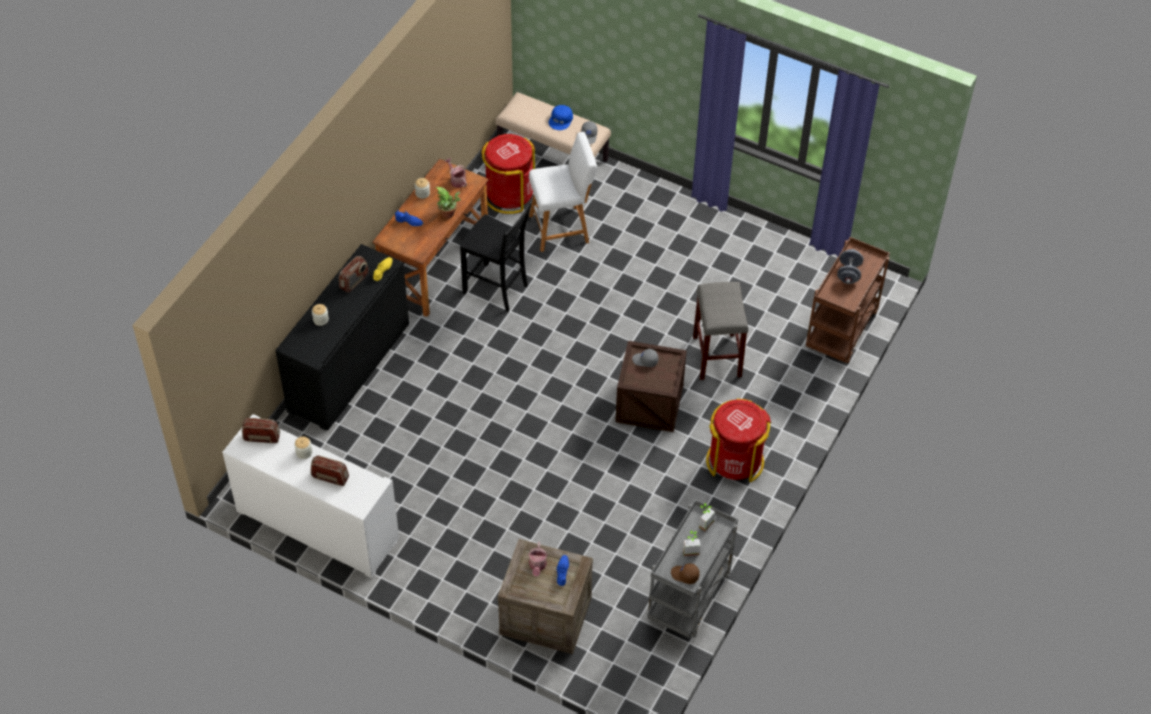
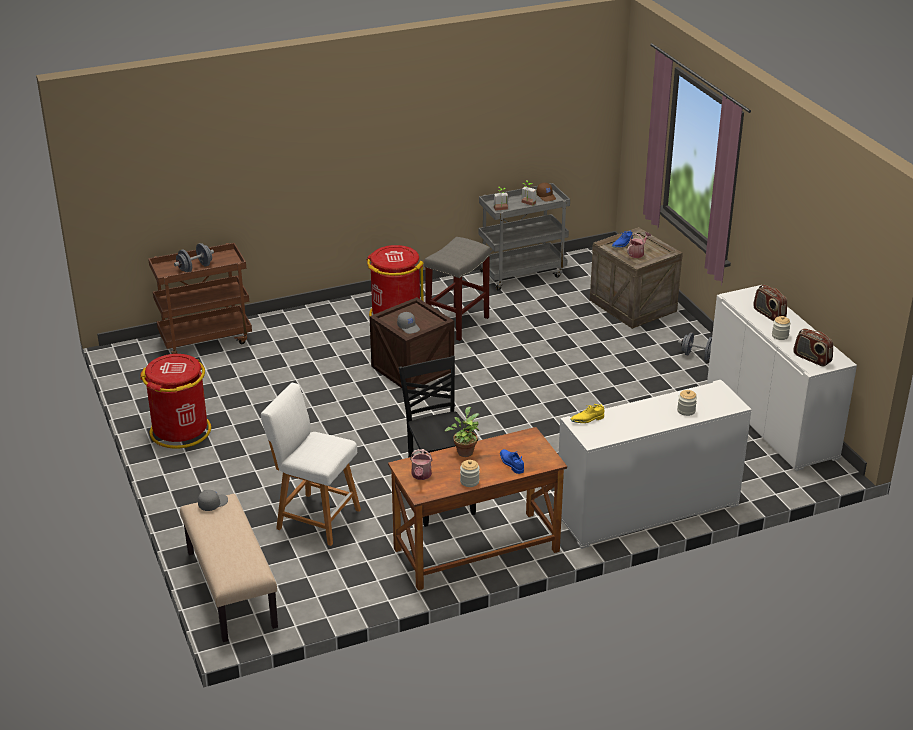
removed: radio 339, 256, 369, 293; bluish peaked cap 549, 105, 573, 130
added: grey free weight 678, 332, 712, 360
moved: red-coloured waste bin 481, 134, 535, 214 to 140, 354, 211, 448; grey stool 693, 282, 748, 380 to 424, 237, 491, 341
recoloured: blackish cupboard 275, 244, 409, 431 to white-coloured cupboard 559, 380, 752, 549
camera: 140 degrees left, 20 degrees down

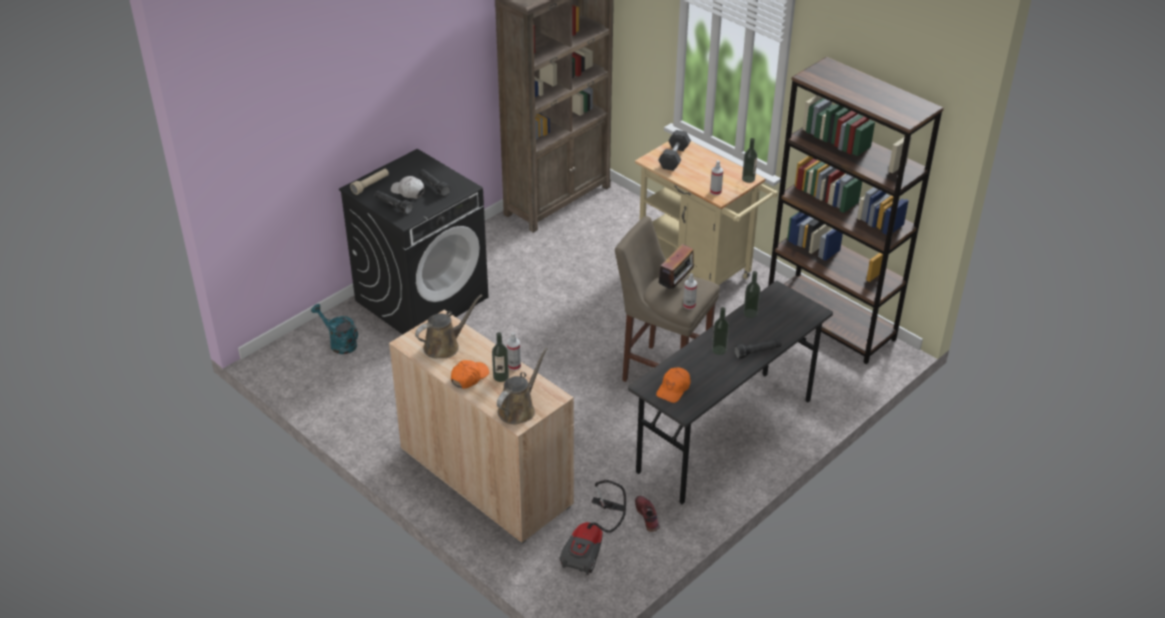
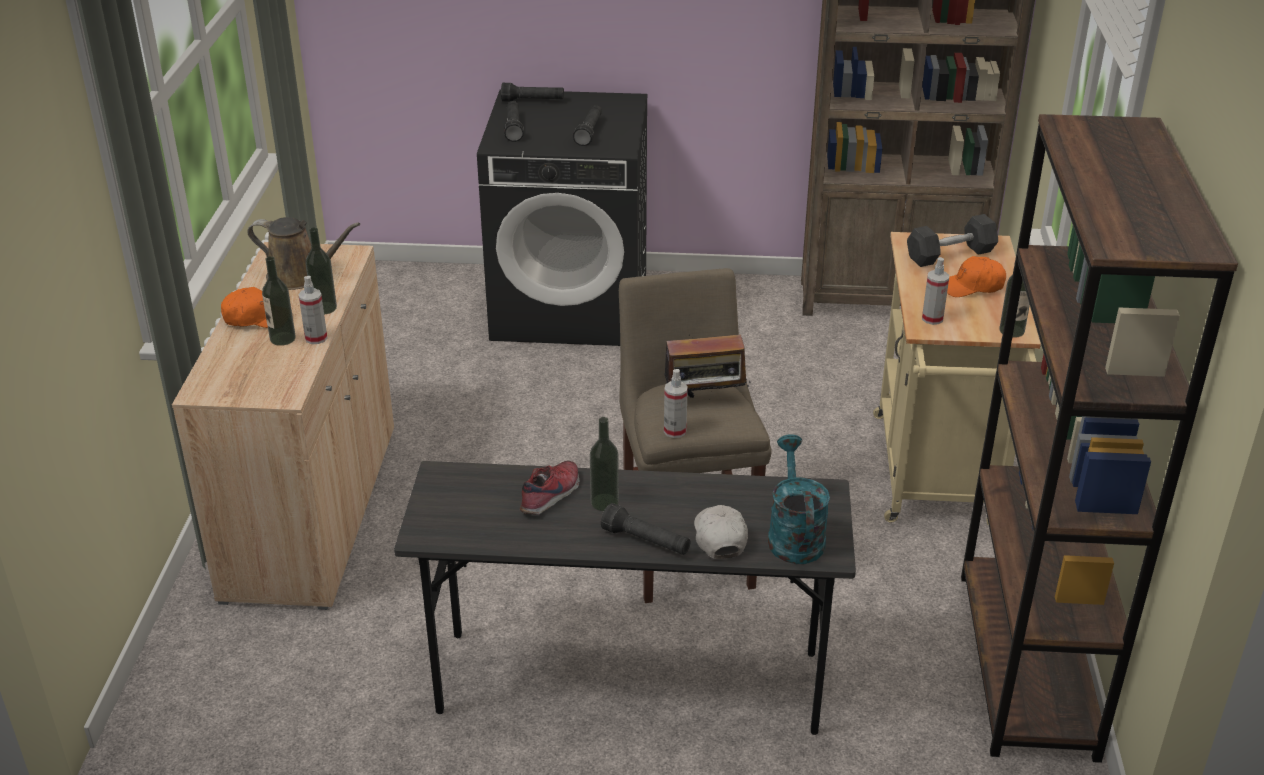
removed: brownish watering can 497, 348, 548, 425; hoover 560, 480, 626, 575
moved: blue-green watering can 311, 304, 358, 354 to 768, 434, 830, 564; white-coloured peaked cap 391, 176, 425, 199 to 694, 505, 748, 559; low shoe 635, 496, 660, 532 to 520, 461, 580, 515; orange-coloured peaked cap 656, 367, 691, 403 to 947, 256, 1006, 297; bottle 743, 271, 760, 318 to 305, 227, 337, 315
recoloured: sand-coloured hand torch 350, 169, 389, 195 to blackish hand torch 501, 83, 564, 102
camera: 50 degrees right, 5 degrees down

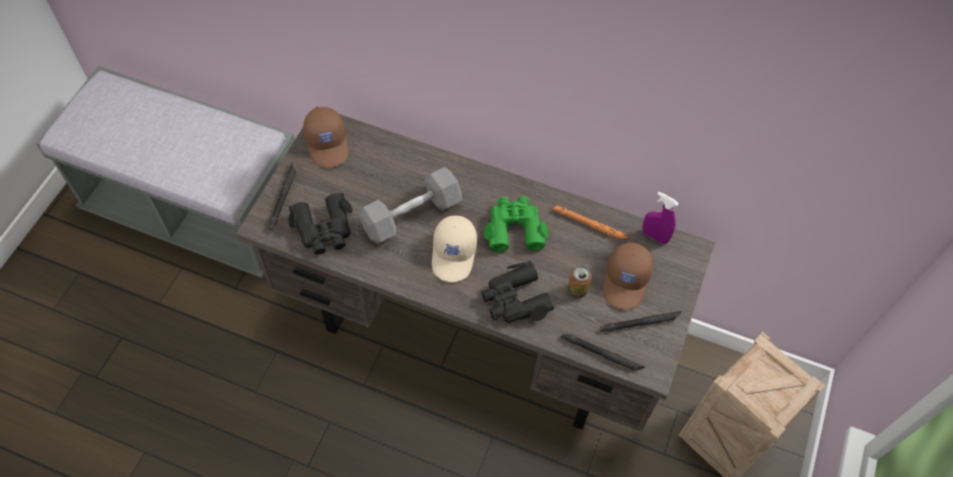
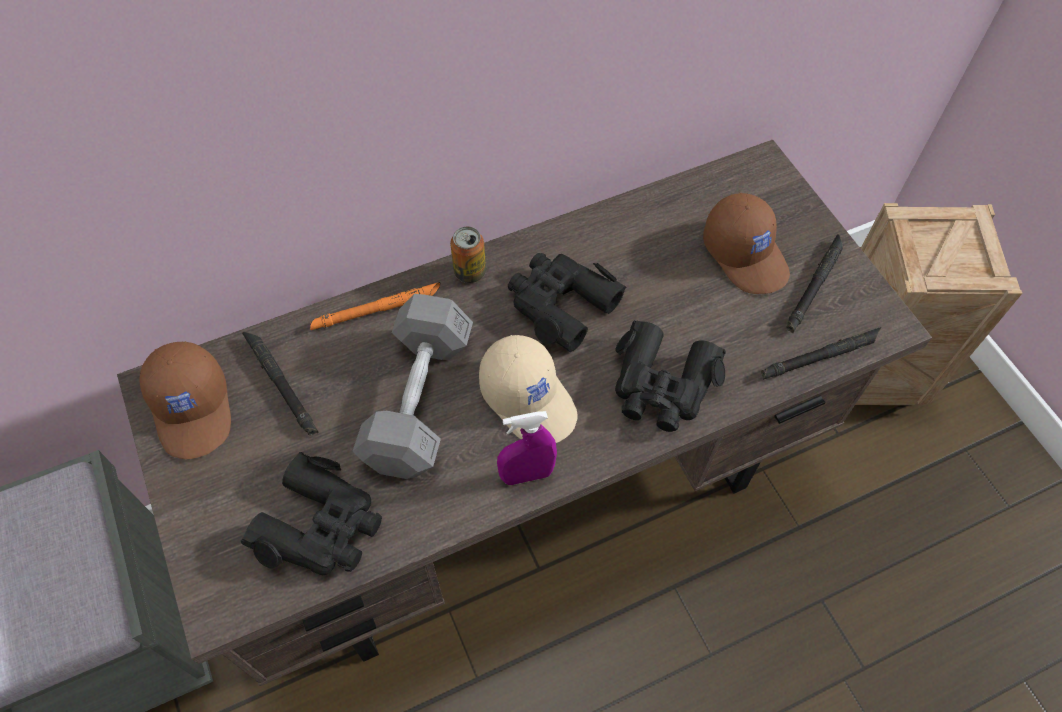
moved: blackish hand torch 268, 163, 296, 231 to 242, 332, 318, 435; orange-coloured hand torch 552, 205, 629, 239 to 310, 282, 440, 330; sealed can 567, 266, 591, 298 to 450, 226, 486, 283; purplish spray bottle 642, 192, 679, 244 to 497, 411, 557, 485
recoloured: greenish field glasses 484, 196, 548, 252 to blackish field glasses 508, 253, 626, 352
turned: brownish peaked cap 303, 107, 348, 168 = 139, 341, 231, 459 45 degrees clockwise
camera: 45 degrees left, 0 degrees up

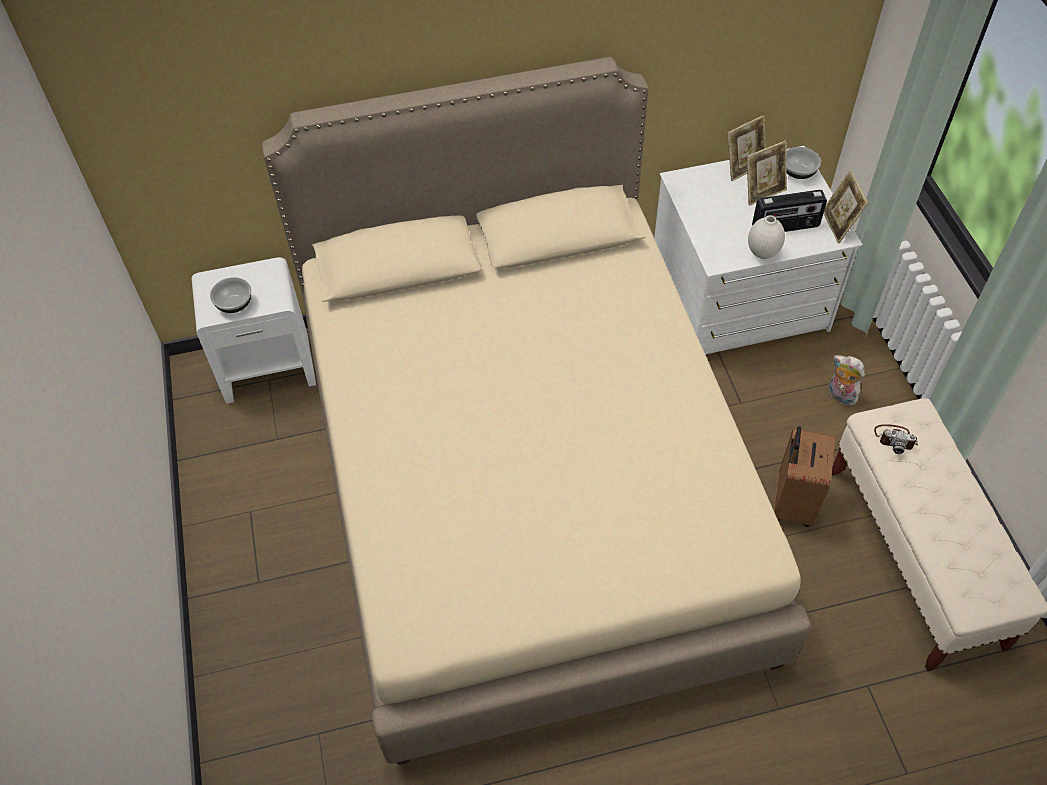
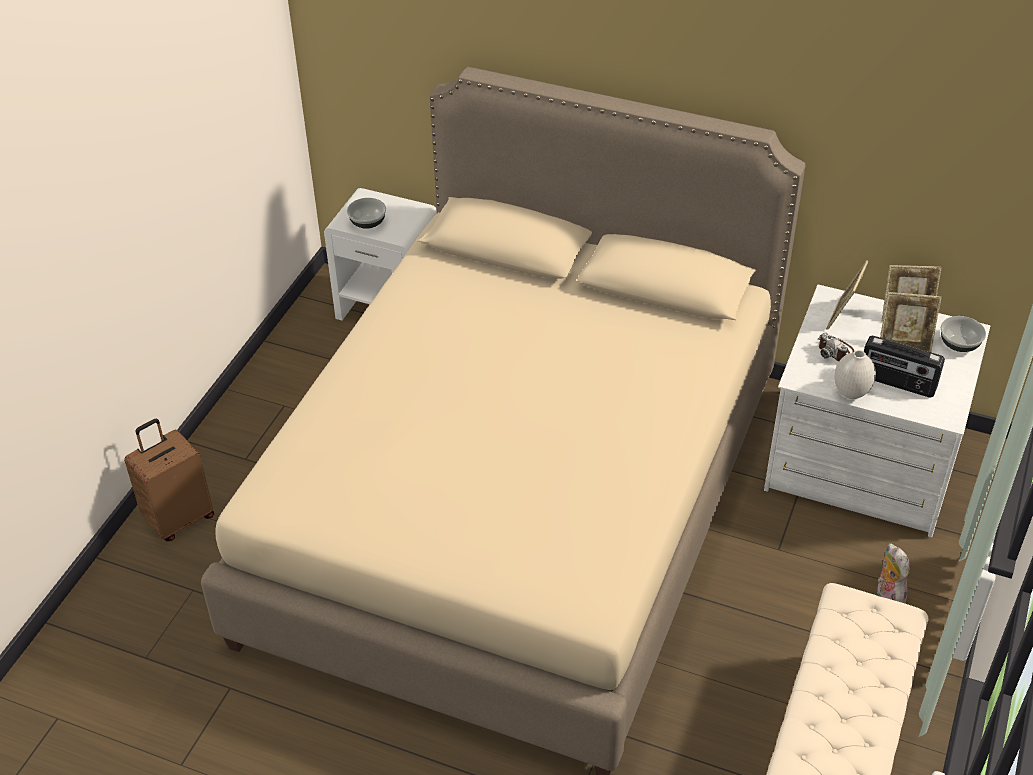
moved: brownish suitcase 774, 427, 835, 527 to 124, 419, 214, 541; photo frame 823, 170, 869, 244 to 826, 260, 868, 330; photo camera 874, 424, 918, 454 to 817, 332, 854, 362
camera: 35 degrees right, 10 degrees down

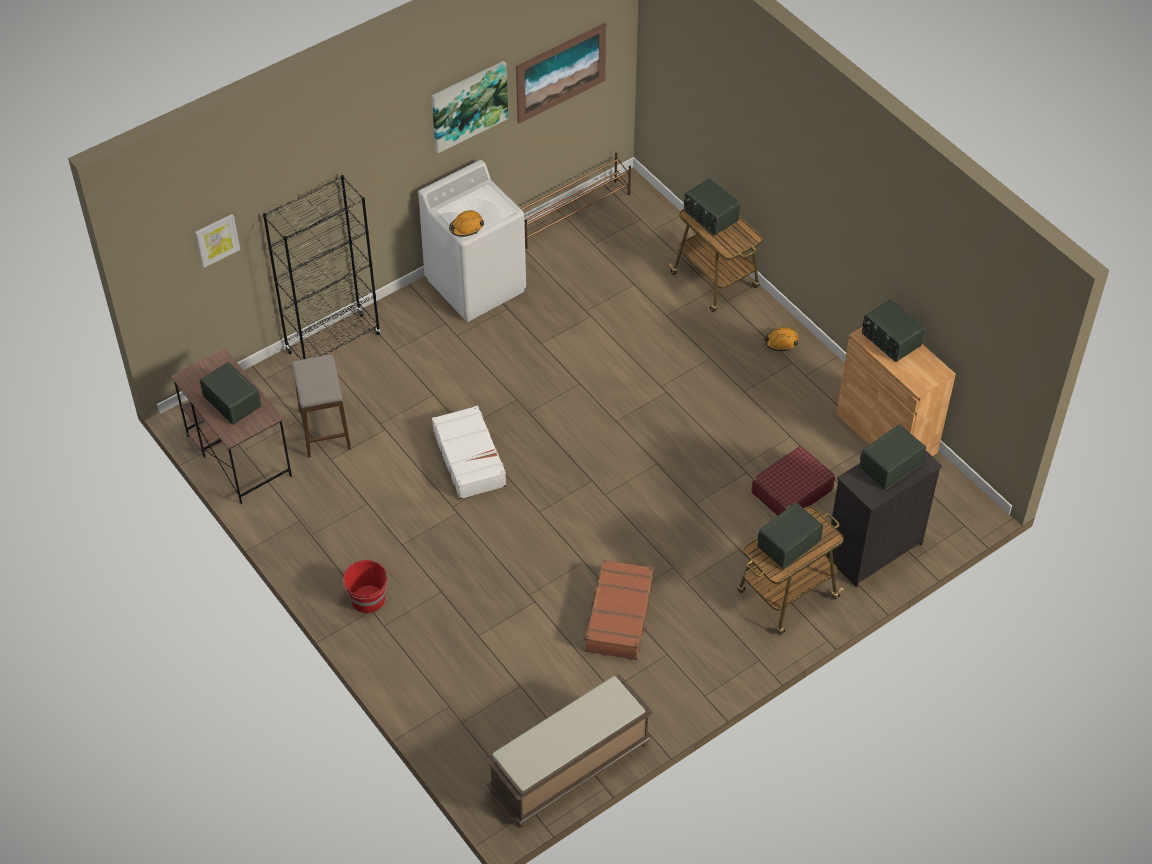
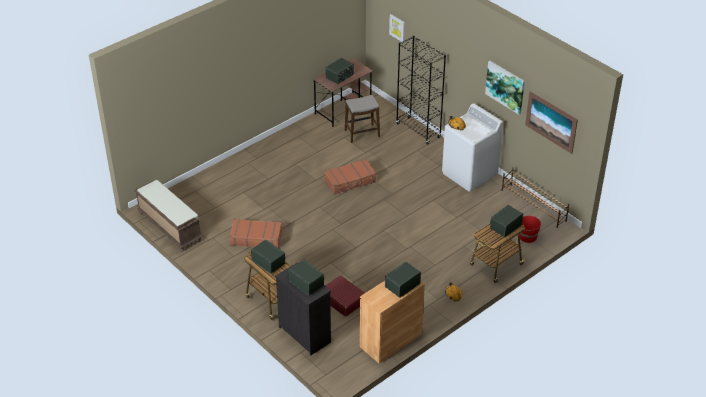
moved: red-coloured pail 342, 560, 388, 613 to 519, 215, 541, 243
recoloured: white-coloured suitcase 432, 405, 507, 499 to brownish suitcase 324, 159, 376, 195
camera: 85 degrees right, 10 degrees down

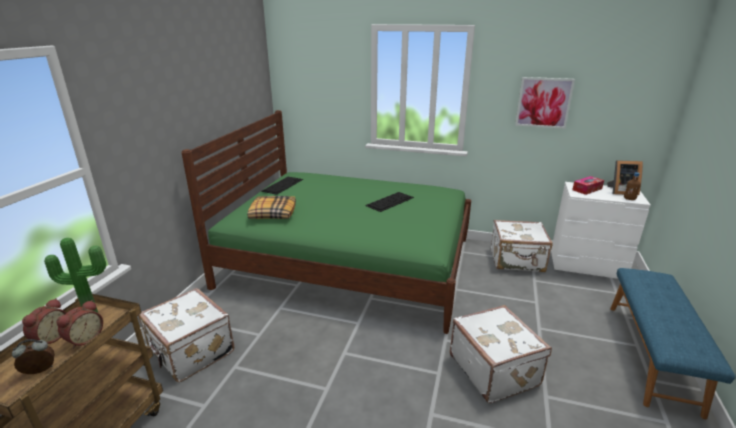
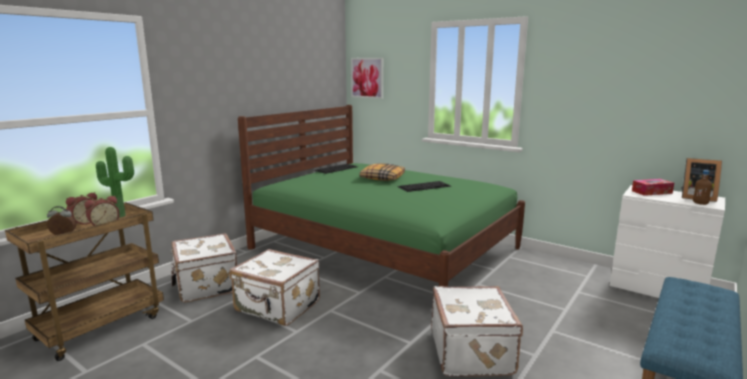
moved: cushion 247, 196, 296, 219 to 360, 163, 405, 181; white-coloured suitcase 491, 220, 553, 272 to 229, 249, 320, 326; wall picture 515, 77, 575, 129 to 351, 58, 383, 99
camera: 20 degrees right, 10 degrees down

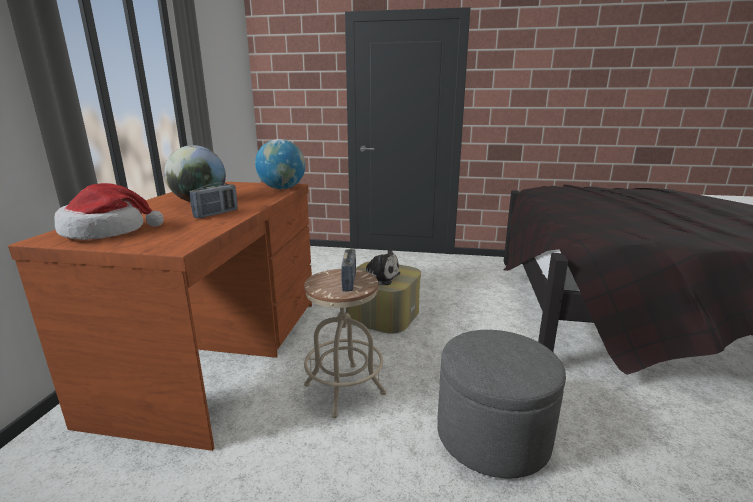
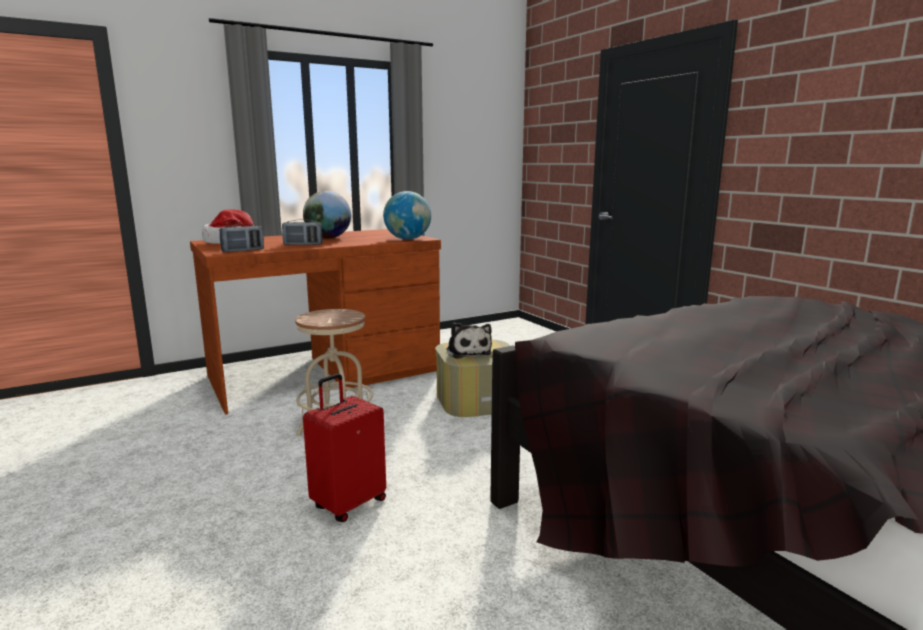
moved: radio 341, 249, 356, 291 to 220, 223, 264, 252
replaced: grey pouffe 437, 330, 566, 479 to red-coloured suitcase 303, 374, 386, 522
camera: 50 degrees right, 5 degrees down

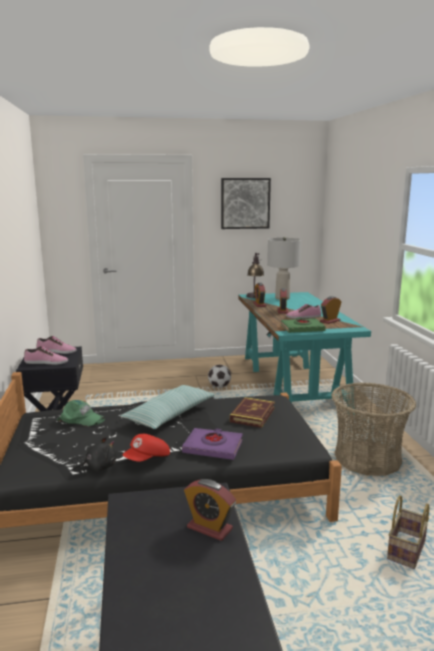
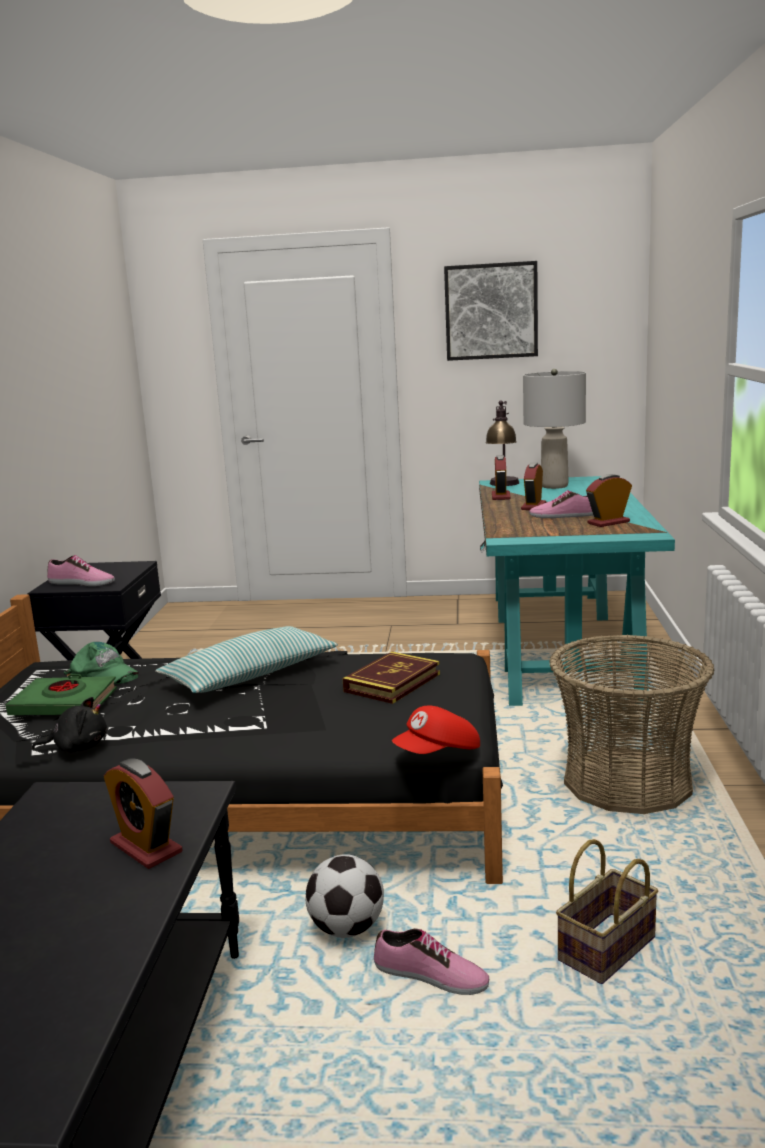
removed: purplish volume 182, 428, 243, 460
moved: low shoe 36, 336, 77, 354 to 374, 928, 489, 995; red-coloured peaked cap 123, 434, 170, 462 to 392, 706, 480, 754; football 208, 365, 231, 388 to 305, 854, 384, 938; greenish volume 281, 318, 326, 333 to 6, 674, 117, 715
camera: 15 degrees right, 0 degrees up

